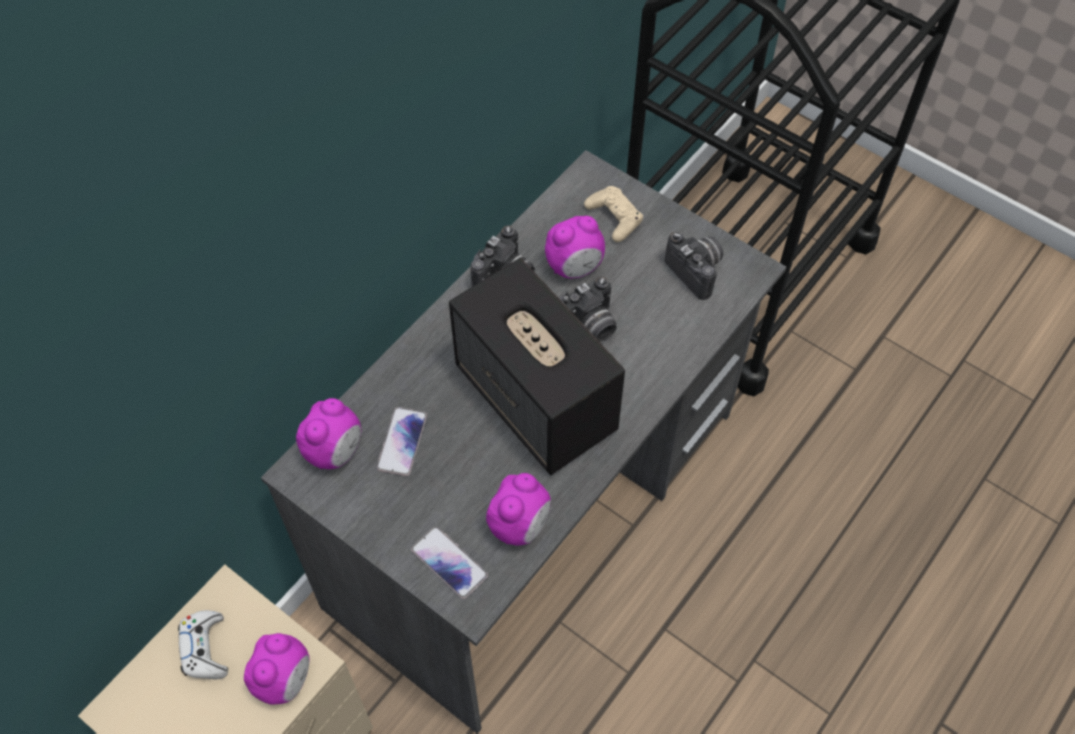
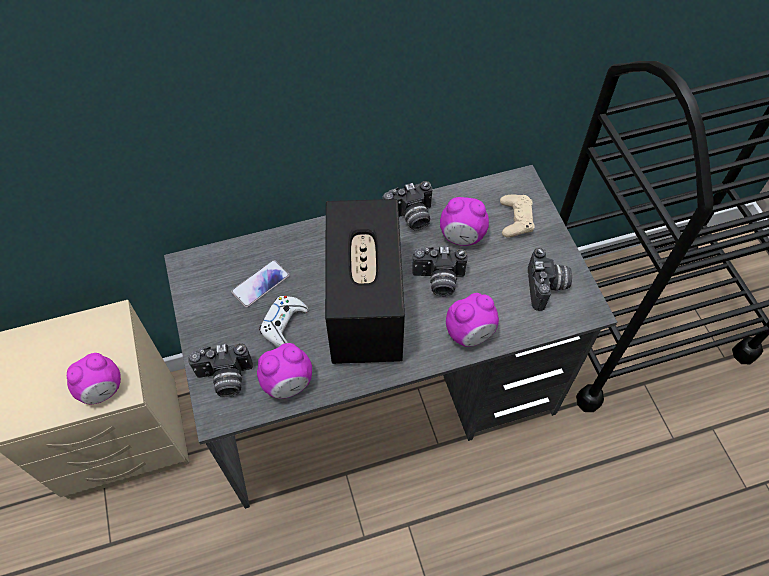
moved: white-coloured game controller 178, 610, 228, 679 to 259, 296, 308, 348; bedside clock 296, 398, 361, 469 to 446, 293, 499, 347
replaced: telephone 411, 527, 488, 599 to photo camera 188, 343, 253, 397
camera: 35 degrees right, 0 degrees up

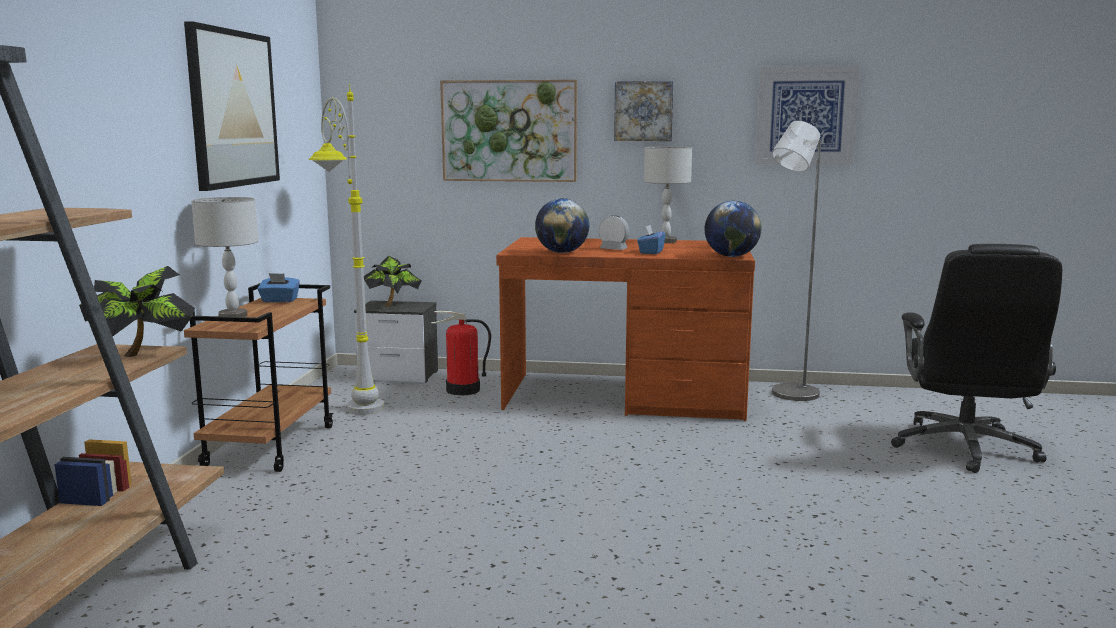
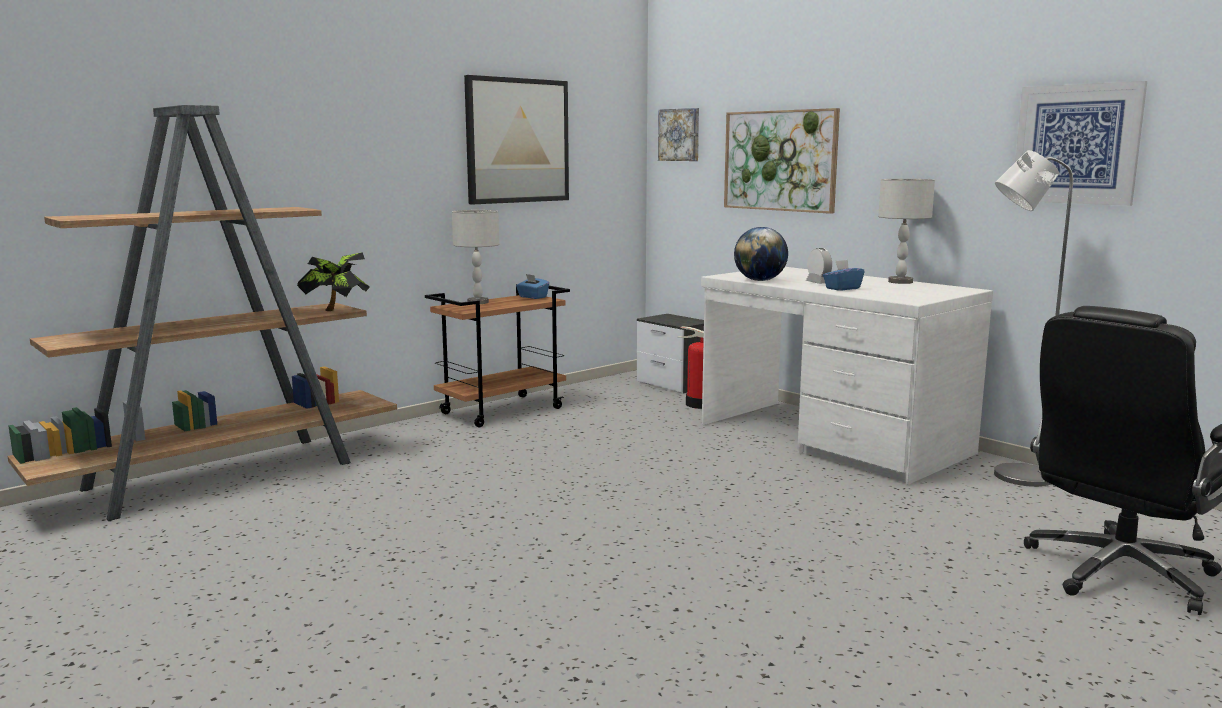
removed: grey standard lamp 309, 84, 384, 415; potted plant 364, 255, 422, 307; desk globe 705, 201, 761, 257
moved: wall picture 614, 81, 673, 141 to 658, 108, 699, 161
recoloured: brownish desk table 496, 237, 755, 421 to white-coloured desk table 701, 267, 993, 485
camera: 40 degrees right, 0 degrees up

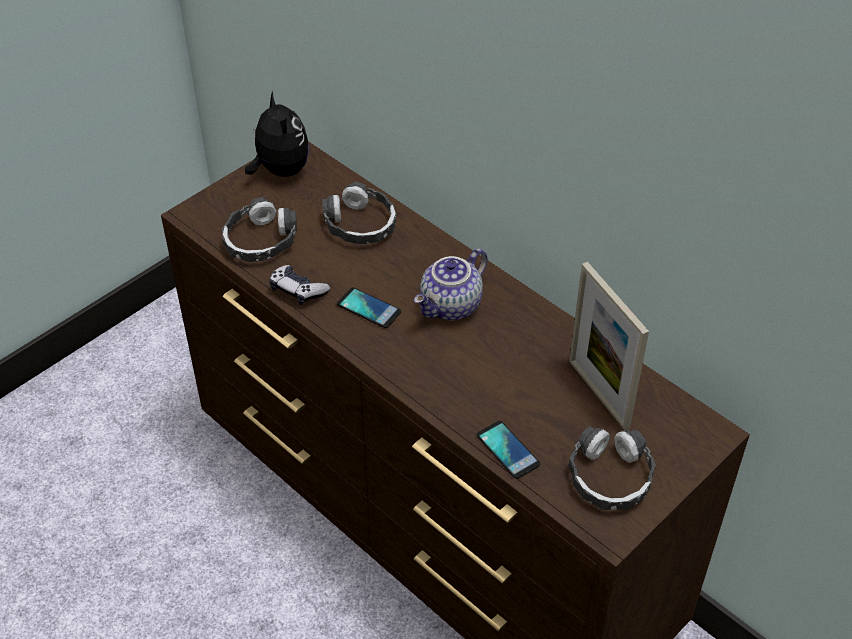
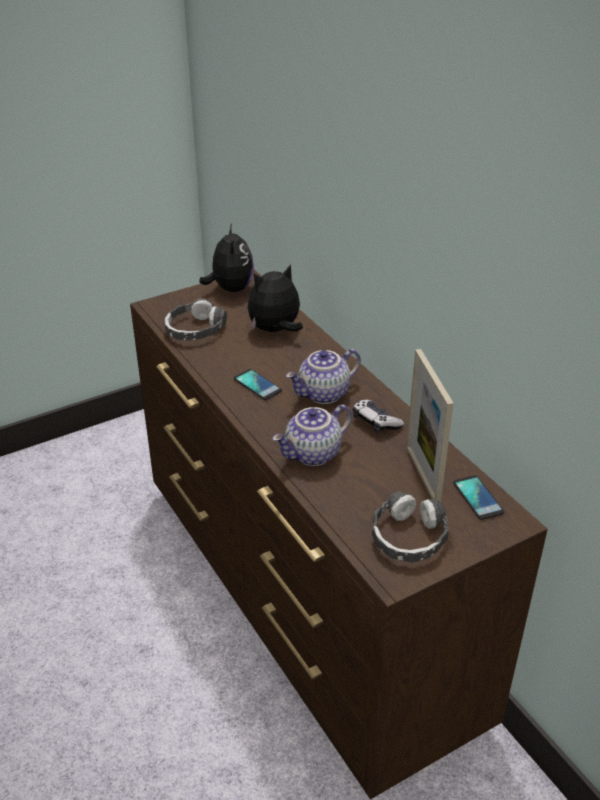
added: teapot 272, 405, 352, 466
moved: game controller 269, 265, 330, 305 to 353, 400, 404, 433; telephone 477, 421, 540, 479 to 453, 475, 504, 520
replaced: pair of headphones 322, 181, 396, 244 to plush toy 248, 264, 303, 332
camera: 15 degrees right, 10 degrees down

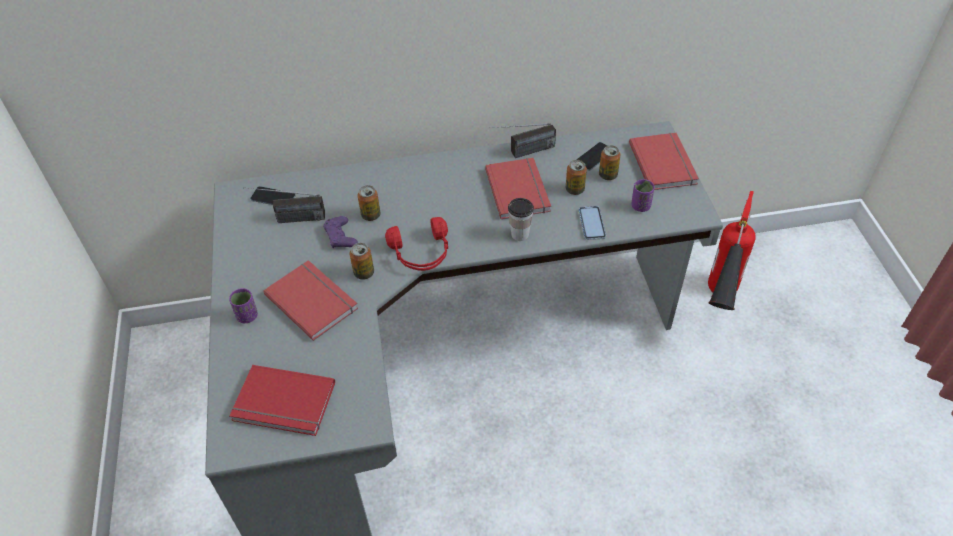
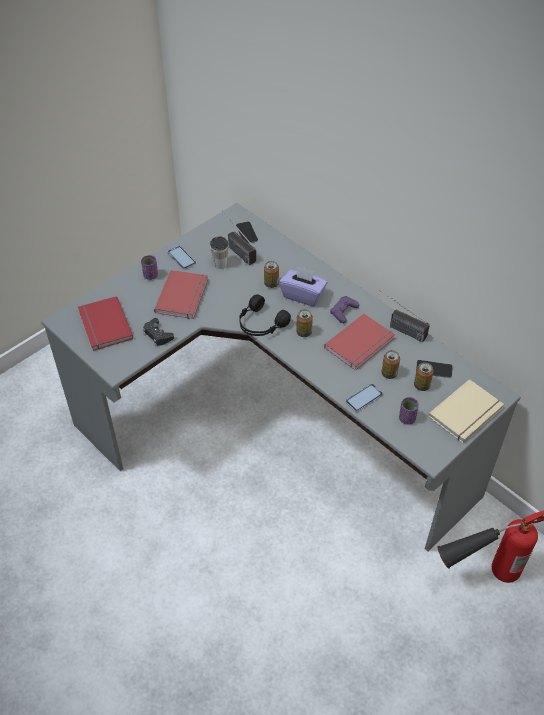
added: blackish game controller 143, 318, 174, 346; telephone 168, 246, 196, 269; purplish tissue holder 279, 266, 327, 306
moved: purplish game controller 323, 216, 358, 248 to 330, 296, 359, 323; sealed can 349, 243, 374, 280 to 296, 309, 313, 337; small cup 508, 198, 534, 241 to 210, 236, 228, 269
recoloured: red-coloured pair of headphones 385, 217, 448, 271 to blackish pair of headphones 239, 295, 291, 336; red-coloured volume 629, 133, 699, 190 to sand-coloured volume 428, 379, 504, 443
camera: 55 degrees right, 0 degrees up

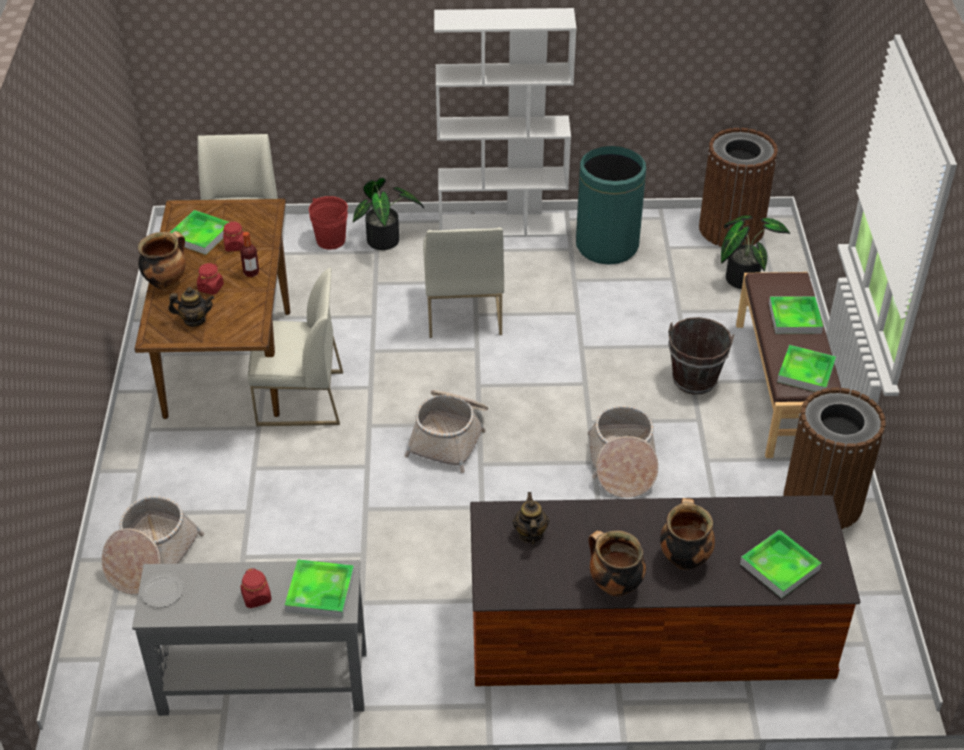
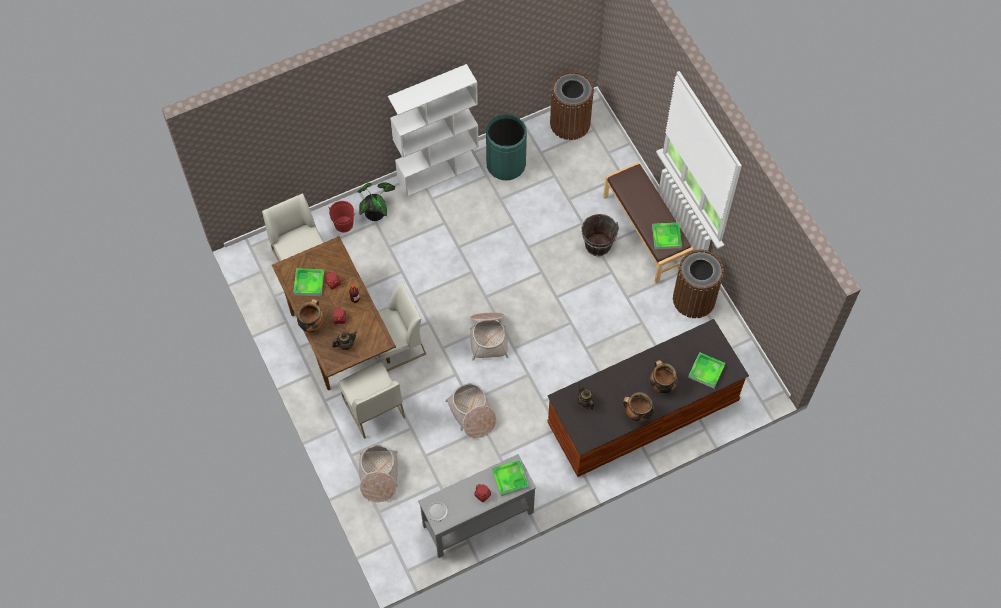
removed: potted plant 721, 215, 790, 289; serving tray 769, 296, 823, 334
moved: white-coloured plain chair 423, 227, 504, 338 to 338, 361, 405, 439; storage basket 588, 406, 658, 498 to 445, 384, 496, 438
camera: 25 degrees left, 20 degrees up

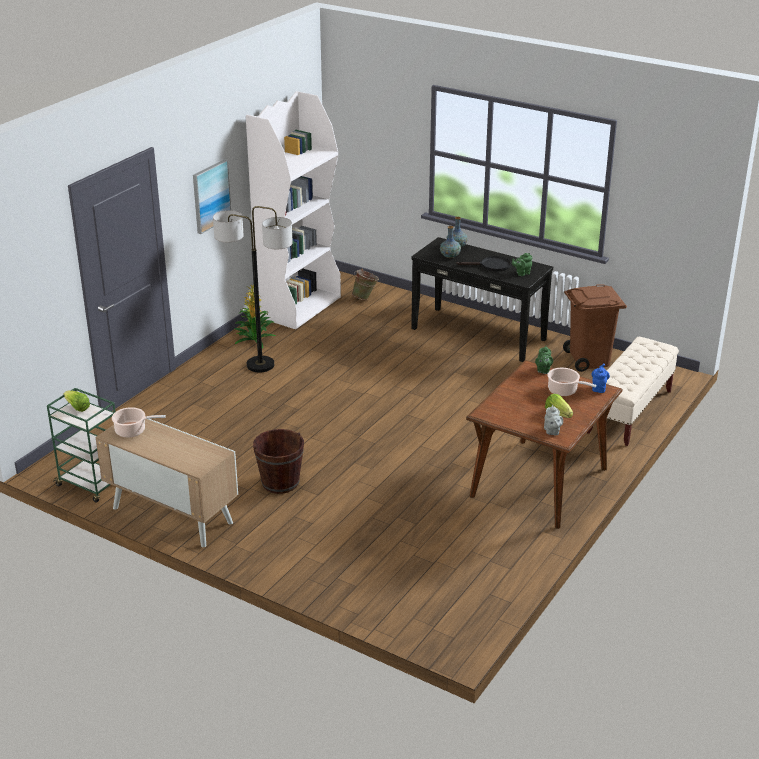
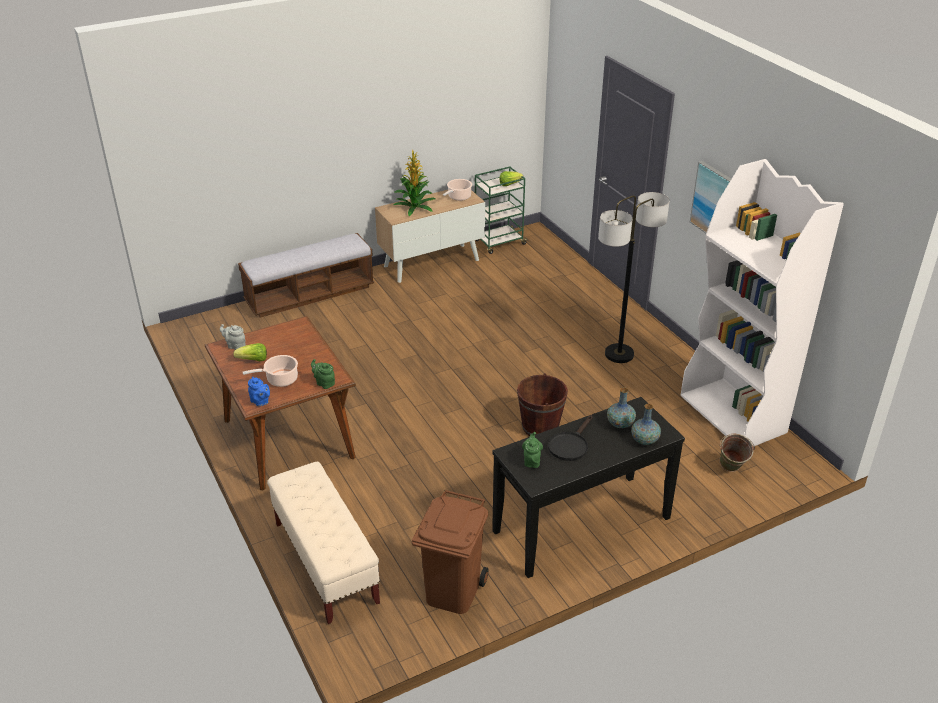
added: bench 238, 233, 374, 318
moved: potted plant 234, 285, 275, 349 to 393, 149, 436, 216; brownish pail 253, 429, 304, 494 to 517, 373, 568, 436
camera: 120 degrees right, 5 degrees up

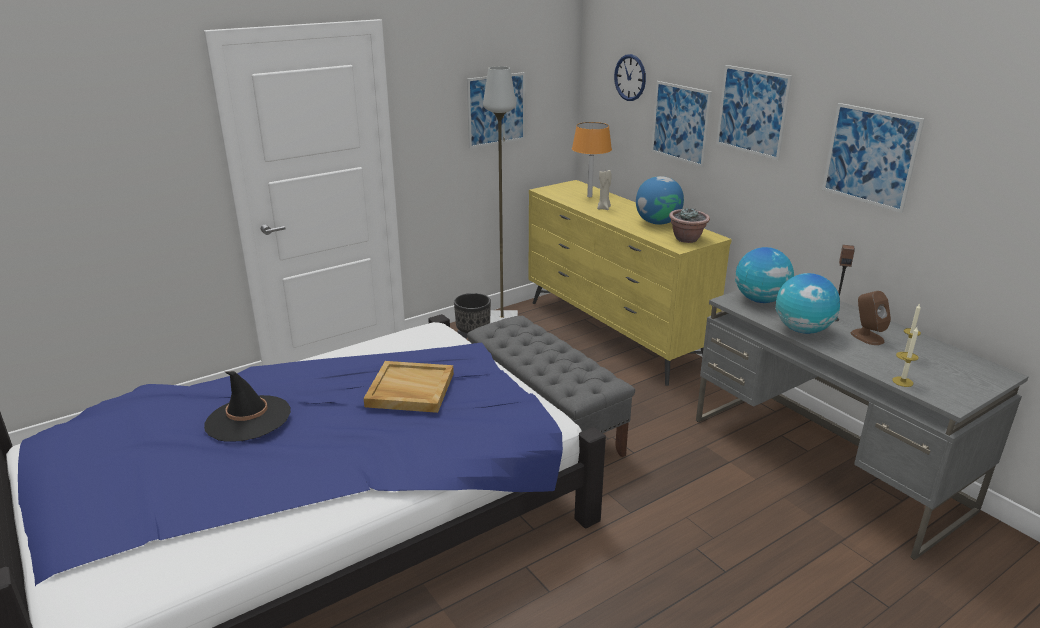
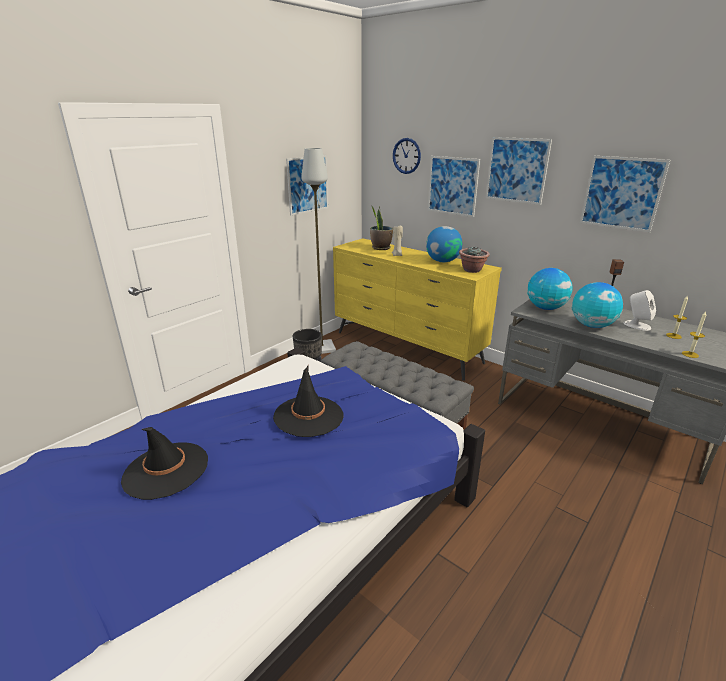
replaced: sand-coloured serving tray 363, 361, 454, 413 to blackish wearable hat 273, 365, 344, 437; orange-coloured tabletop lamp 572, 122, 612, 197 to potted plant 370, 206, 393, 250
recoloured: brownish audio speaker 851, 291, 891, 345 to white-coloured audio speaker 624, 290, 656, 331
camera: 15 degrees left, 0 degrees up

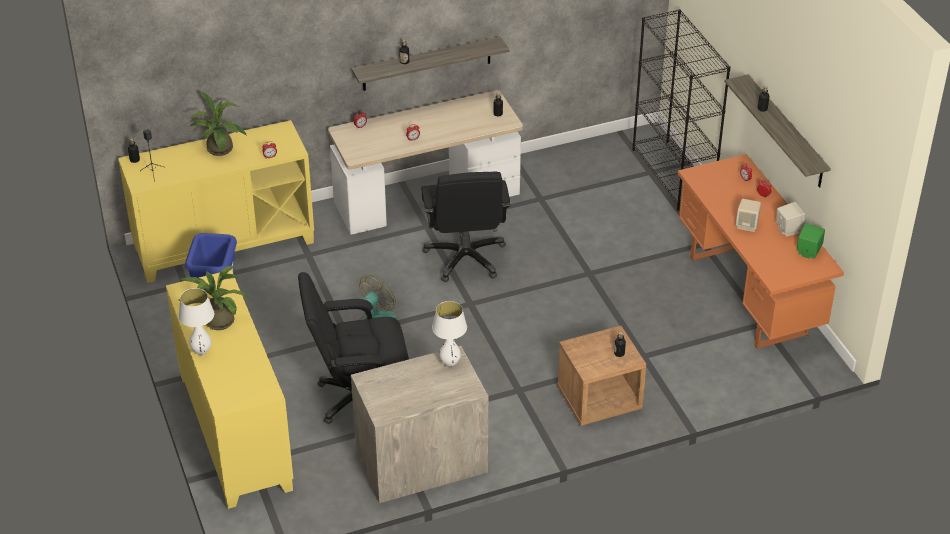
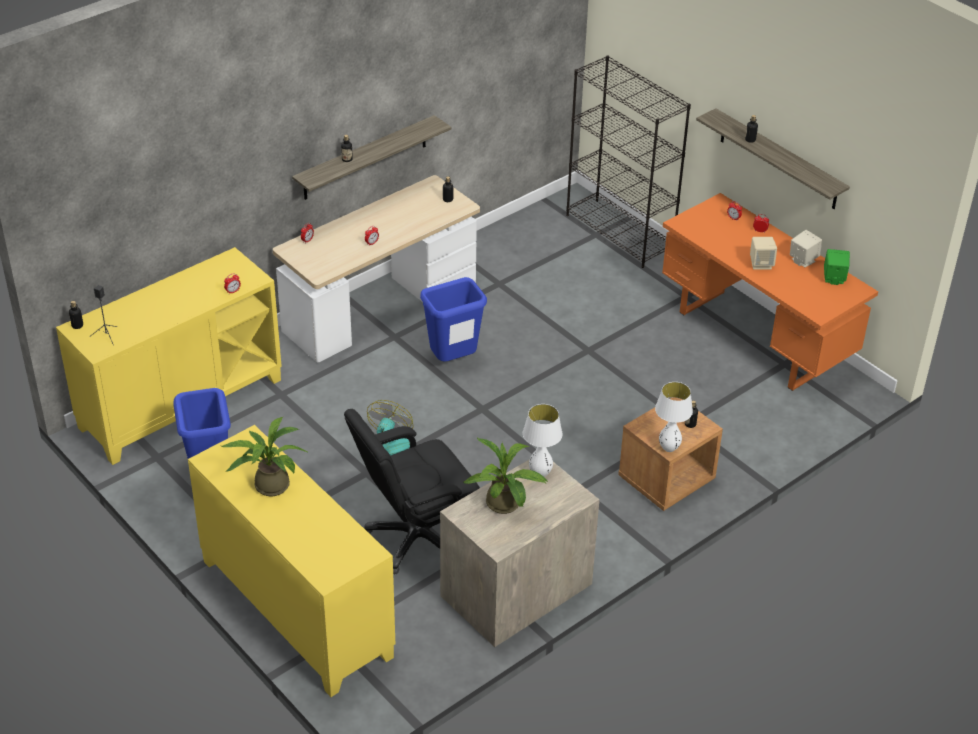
moved: white-coloured tabletop lamp 178, 288, 214, 355 to 655, 382, 693, 452; potted plant 189, 91, 247, 156 to 464, 438, 549, 514
replaced: blackish desk chair 421, 172, 510, 282 to bluish waste bin 420, 277, 487, 362
camera: 20 degrees left, 0 degrees up

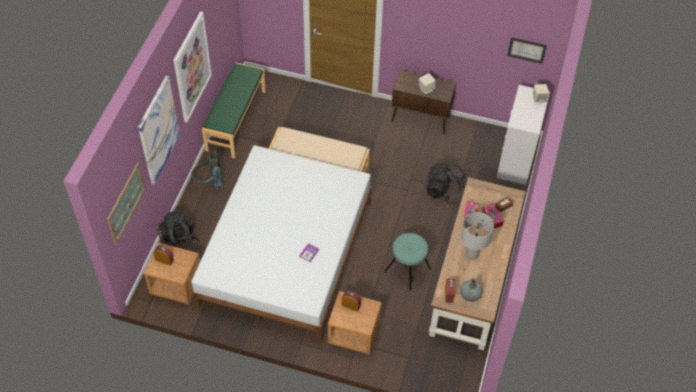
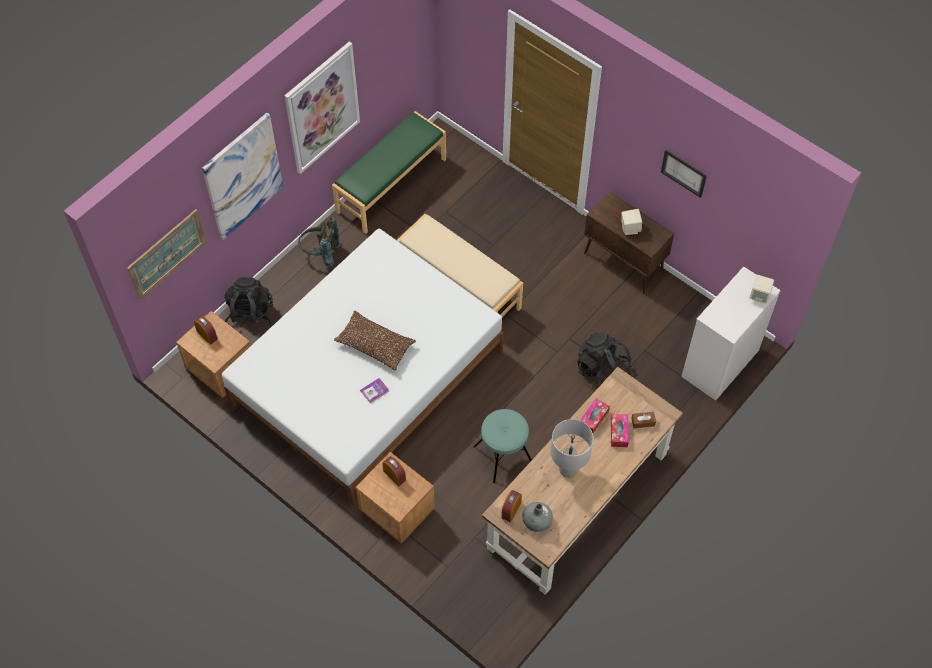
added: brownish cushion 334, 311, 416, 370
moved: wall picture 507, 37, 547, 64 to 661, 150, 707, 198
camera: 25 degrees right, 5 degrees up

